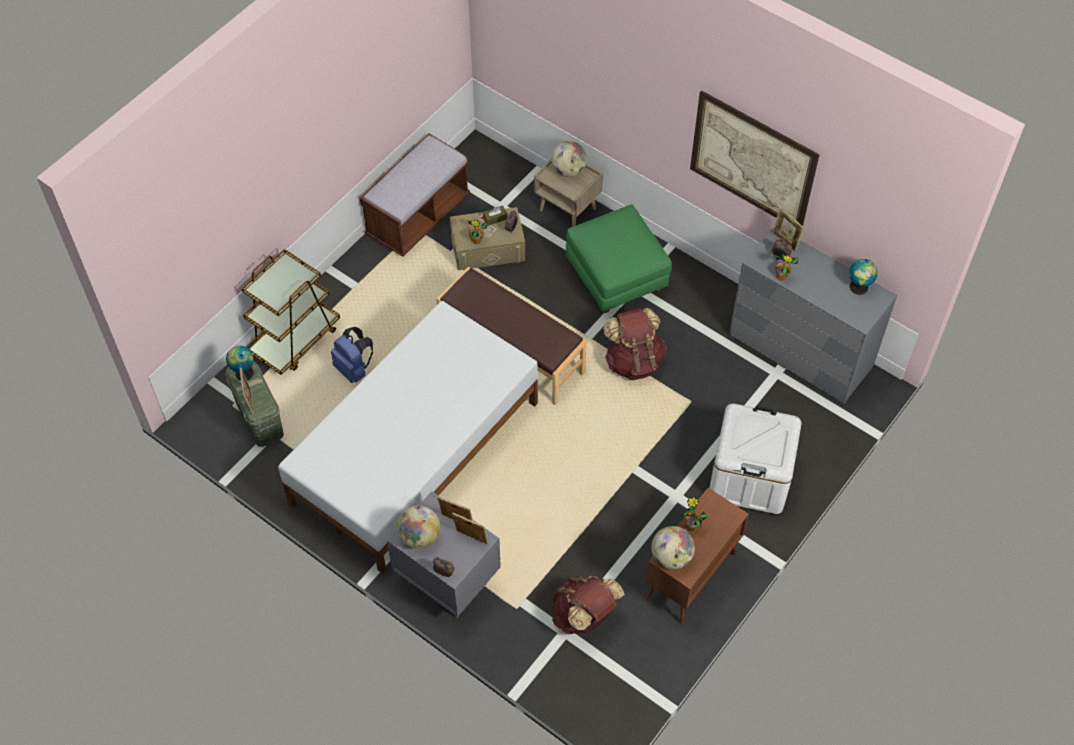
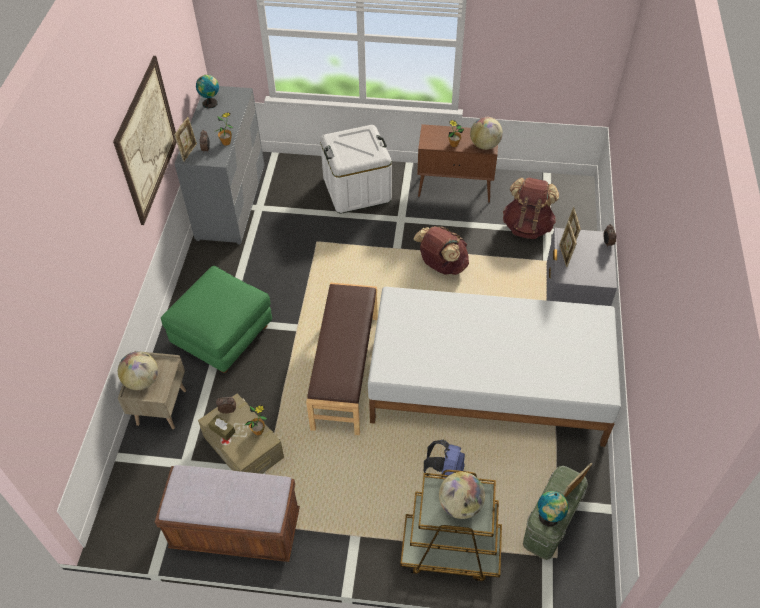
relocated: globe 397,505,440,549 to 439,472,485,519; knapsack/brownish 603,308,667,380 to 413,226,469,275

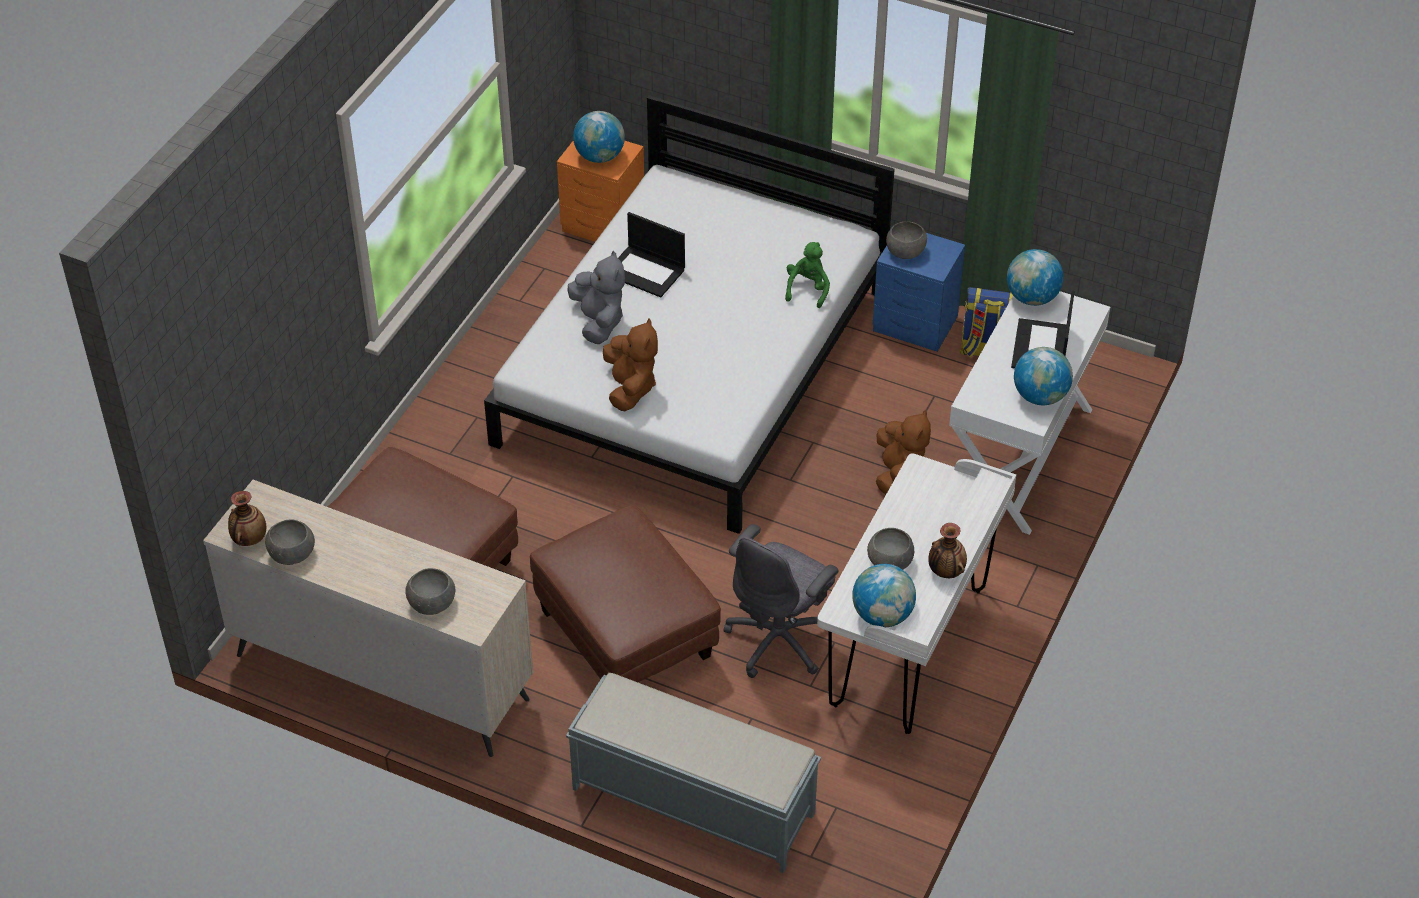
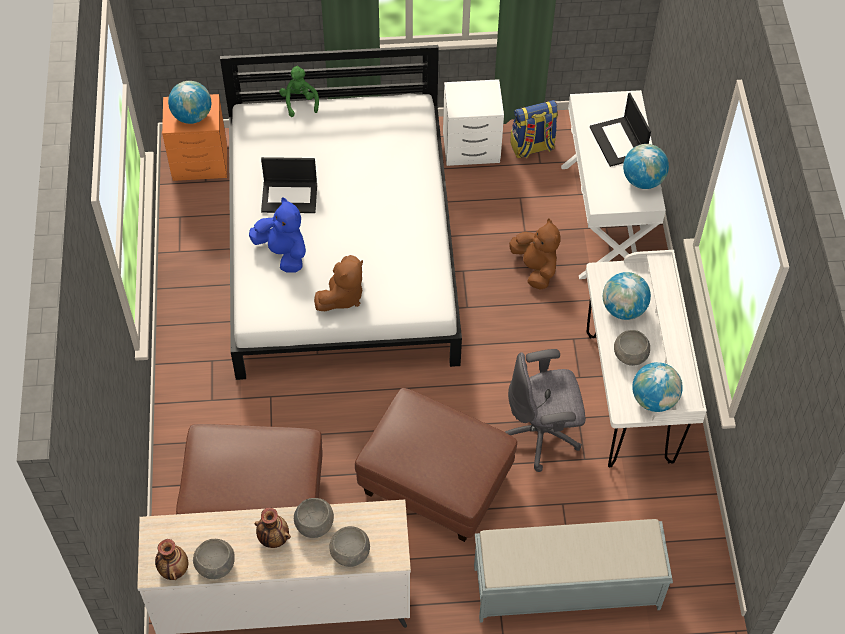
relocated: plush toy/green-coloured 785,242,830,308 to 279,65,319,117; serving bowl/gray 886,221,927,259 to 294,498,334,538; vase 928,523,967,578 to 255,508,291,548; globe 1007,249,1064,306 to 603,272,651,320
colour: plush toy/gray 568,251,625,344 to plush toy/bluish 249,197,306,273; nightstand/bluish 873,233,965,352 to nightstand/whitish 443,79,504,166
spun: plush toy/brownish 603,319,658,411 = 314,255,363,311 75 degrees clockwise; computer chair/gray 723,524,838,678 = 505,349,586,472 75 degrees clockwise

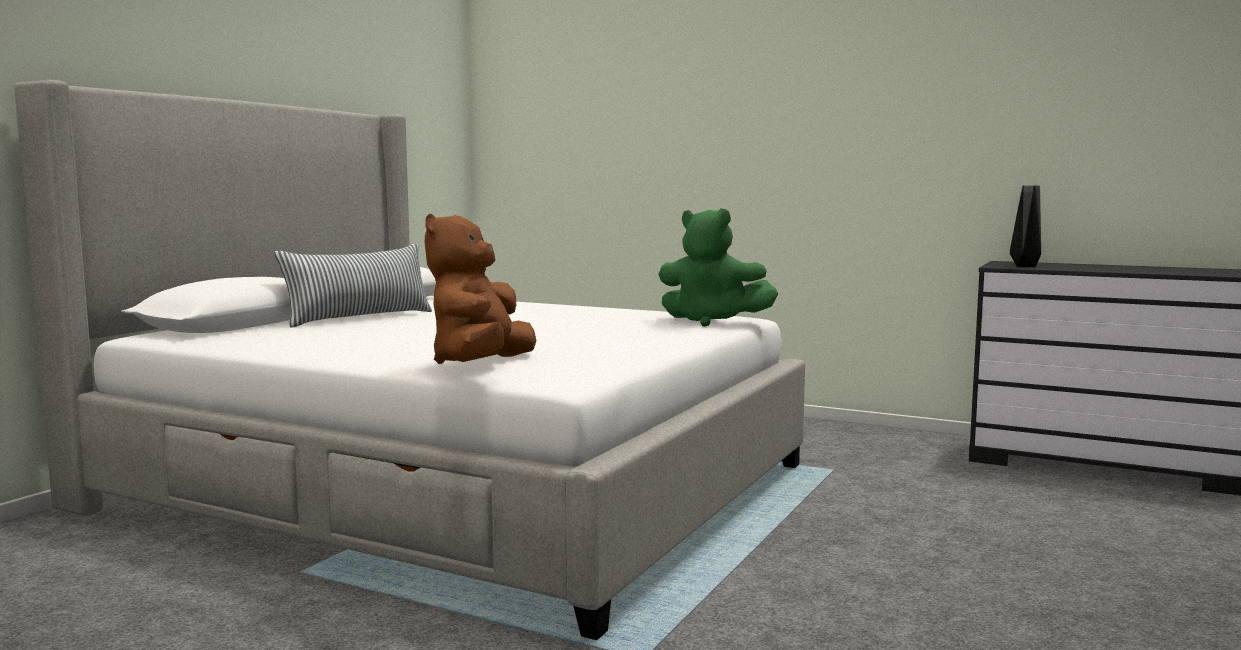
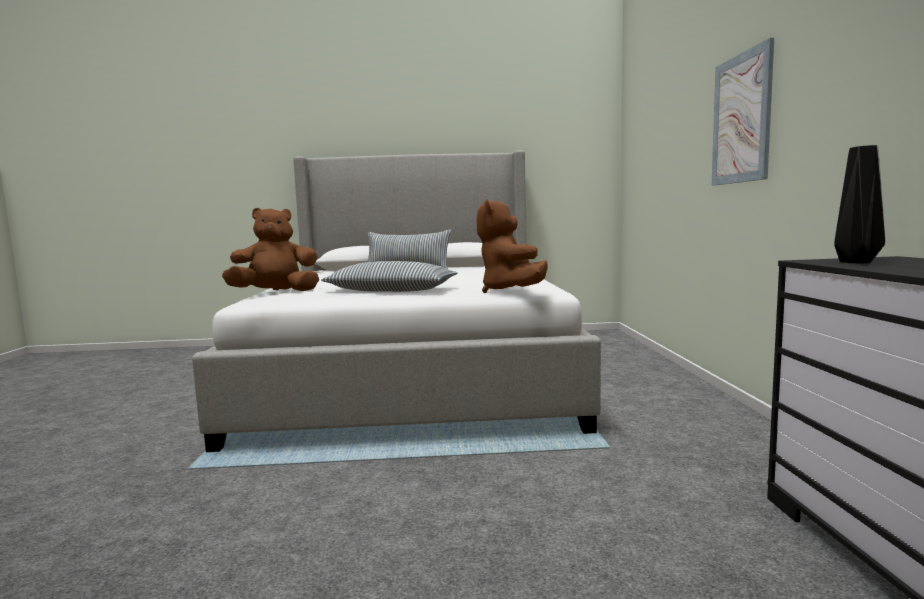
appeared: pillow 321,261,458,292; wall art 712,38,774,186
colour: plush toy/green-coloured 658,208,778,326 to plush toy/brownish 477,199,548,293

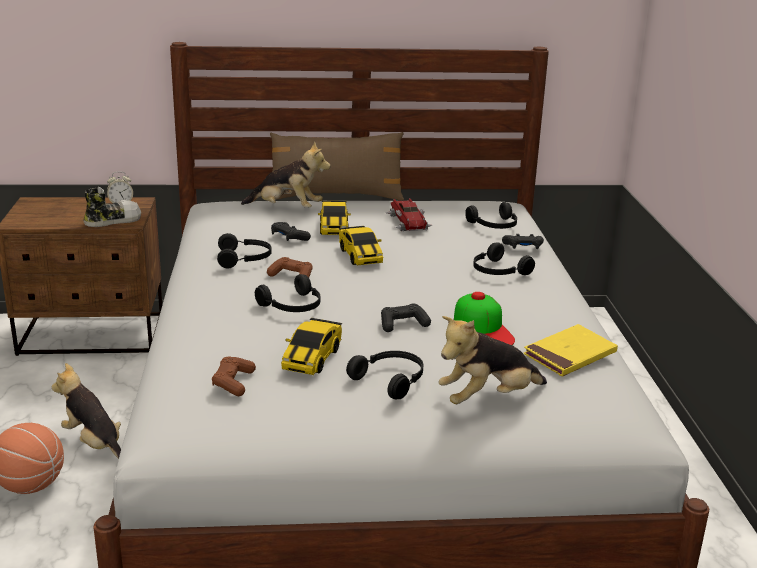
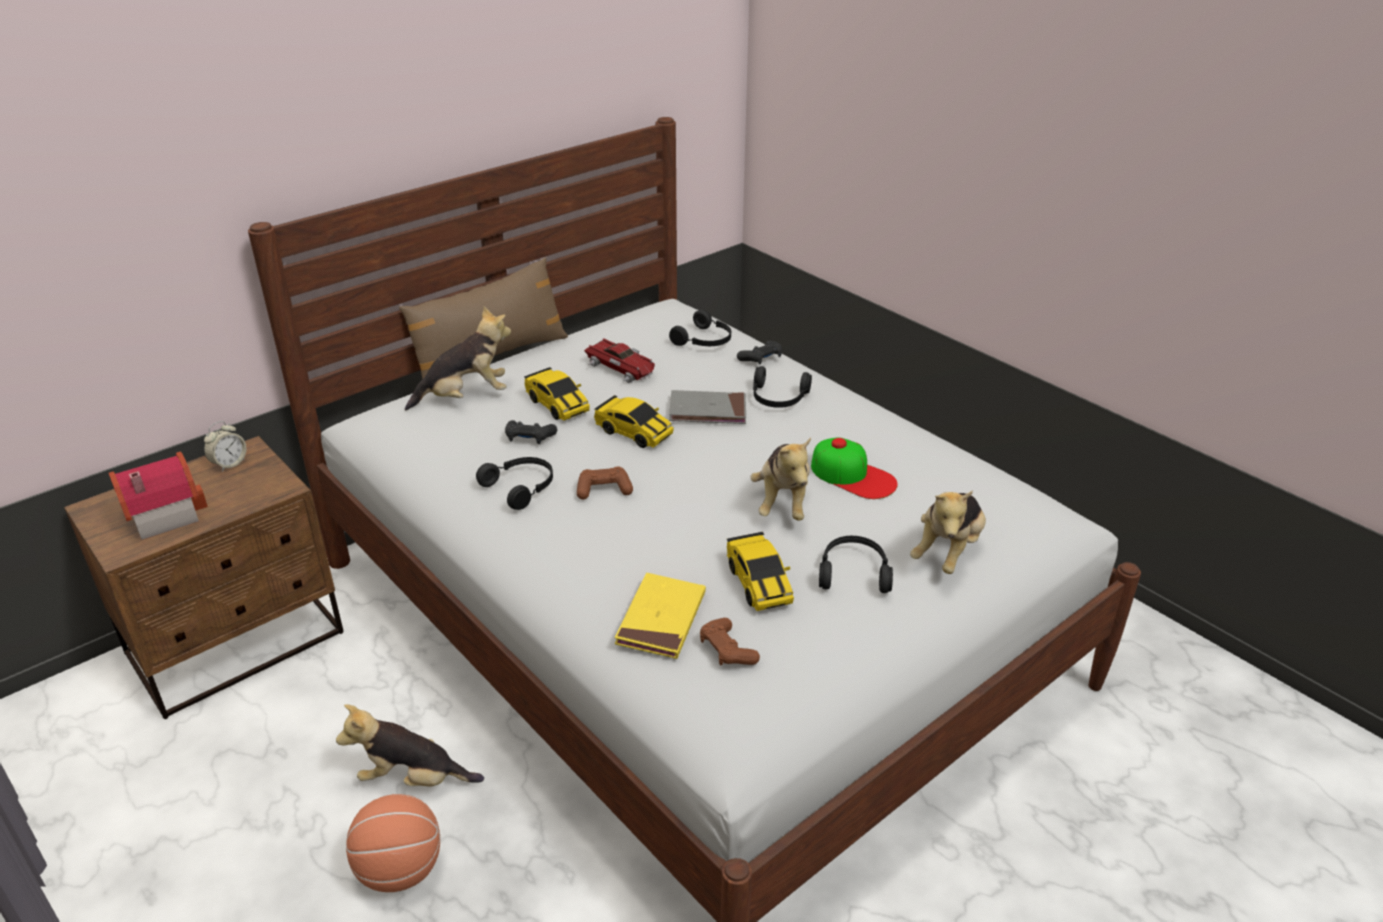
missing: shoe 83,187,141,227; pair of headphones/black 255,274,320,312
appeared: miniature house 109,451,208,540; book/gray 669,390,746,424
relocated: book/yellow-coloured 523,324,618,376 to 615,573,706,659
exchanged: gamepad/black 381,303,431,332 to plush toy 750,438,811,521

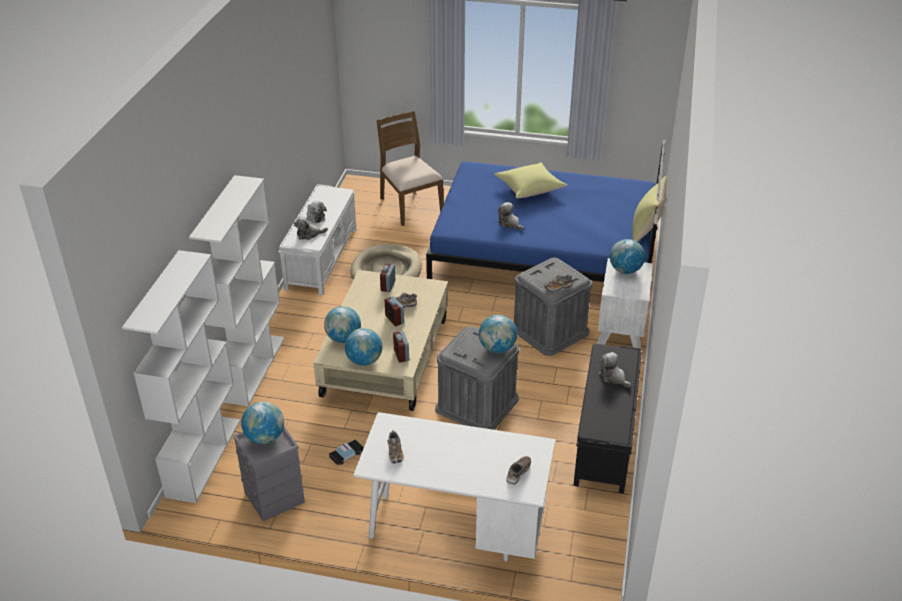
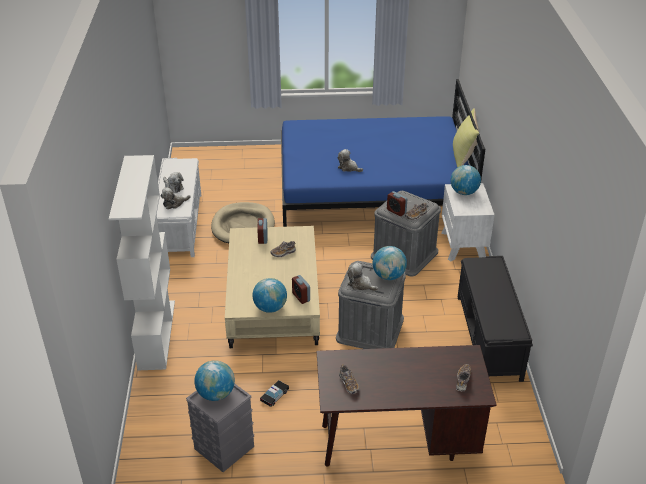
missing: bookshelf/whitish 122,250,240,503; globe 324,306,361,343; plain chair/brownish 377,111,444,226; pillow/yellow-coloured 494,162,567,198
relocated: alarm clock 385,296,404,326 to 387,191,407,216; plush toy 599,352,631,387 to 347,263,378,291
colour: desk/whitish 353,412,556,562 to desk/brownish 317,345,496,467

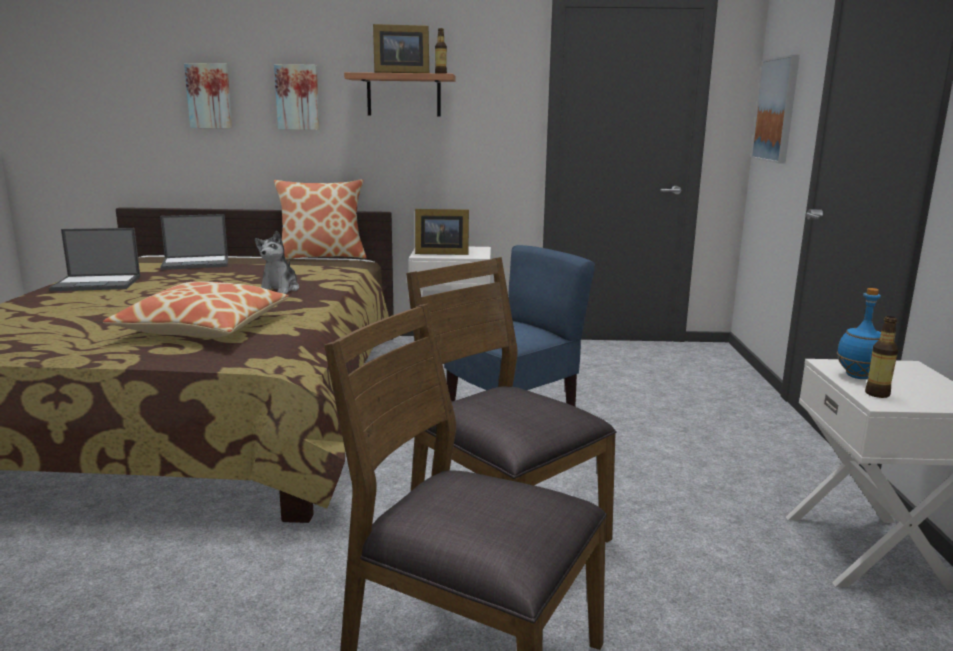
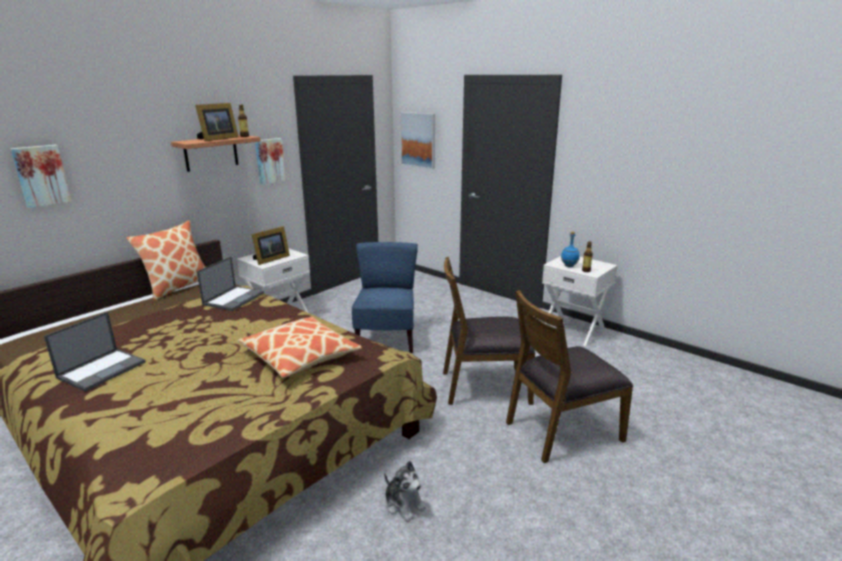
relocated: portable computer 160,214,228,270 to 197,257,264,311; plush toy 255,231,299,294 to 384,461,426,522; wall art 274,64,320,130 to 255,138,286,185

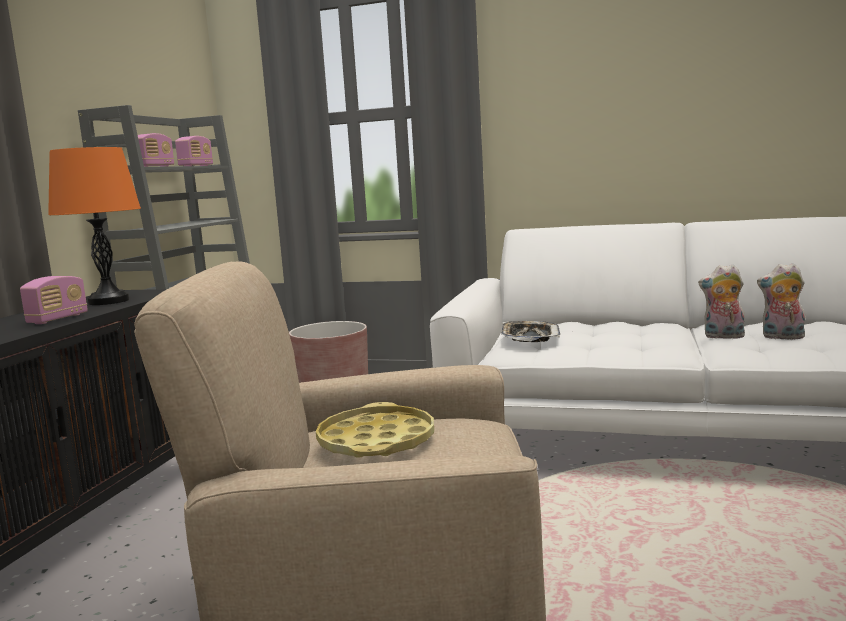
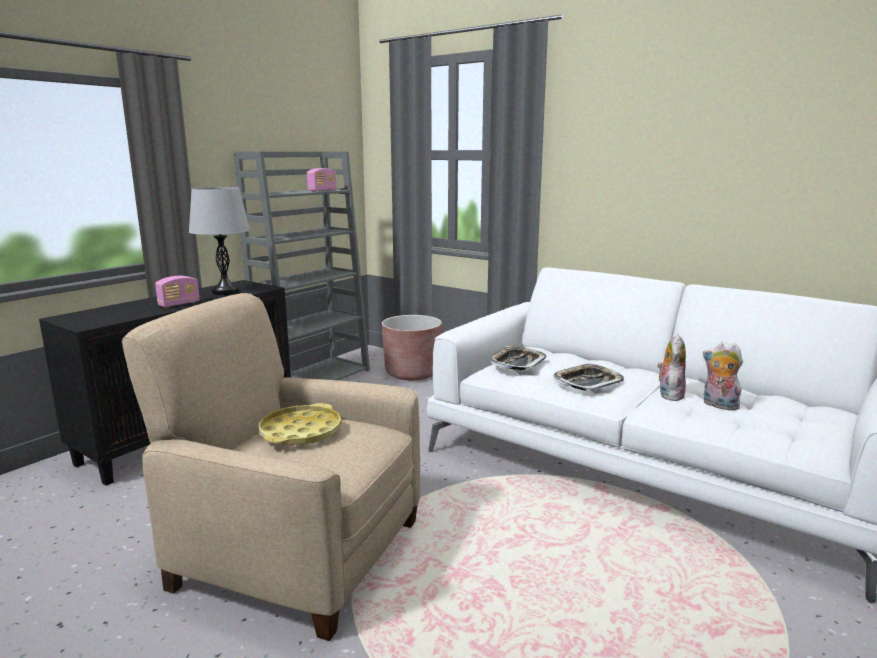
missing: radio set 138,133,174,167
appeared: tray 553,363,624,391
colour: tabletop lamp/orange-coloured 48,147,141,305 to tabletop lamp/gray 189,187,250,295
spun: plush toy 698,264,745,339 = 657,333,686,401 75 degrees clockwise

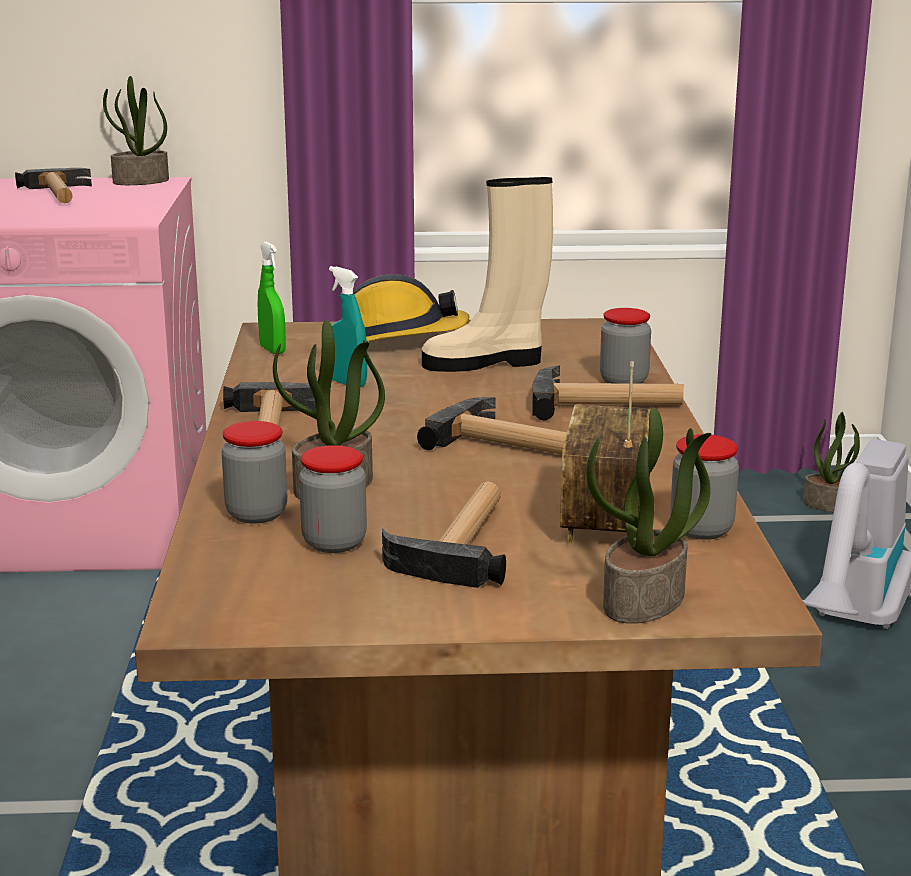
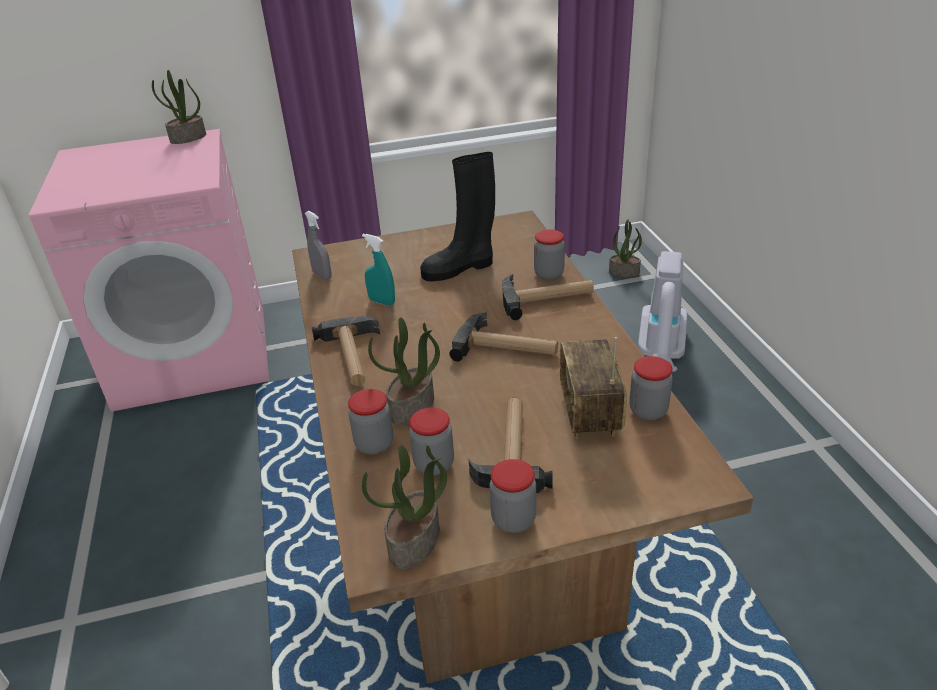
missing: hammer 15,168,92,203; safety helmet 341,274,469,342
appeared: jar 490,459,536,533
relocated: potted plant 586,407,711,624 to 362,445,447,569
colour: spray bottle/green-coloured 258,242,286,354 to spray bottle/gray 305,211,332,280; high-top boot/sand-coloured 422,177,553,372 to high-top boot/black 420,152,495,281

